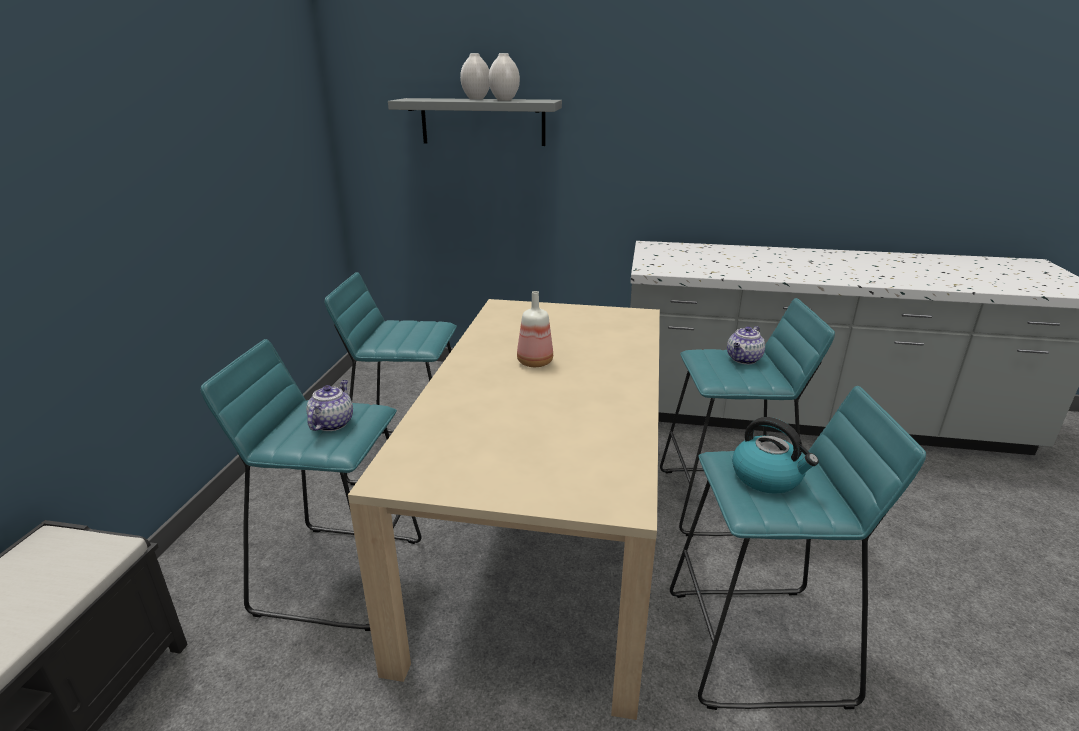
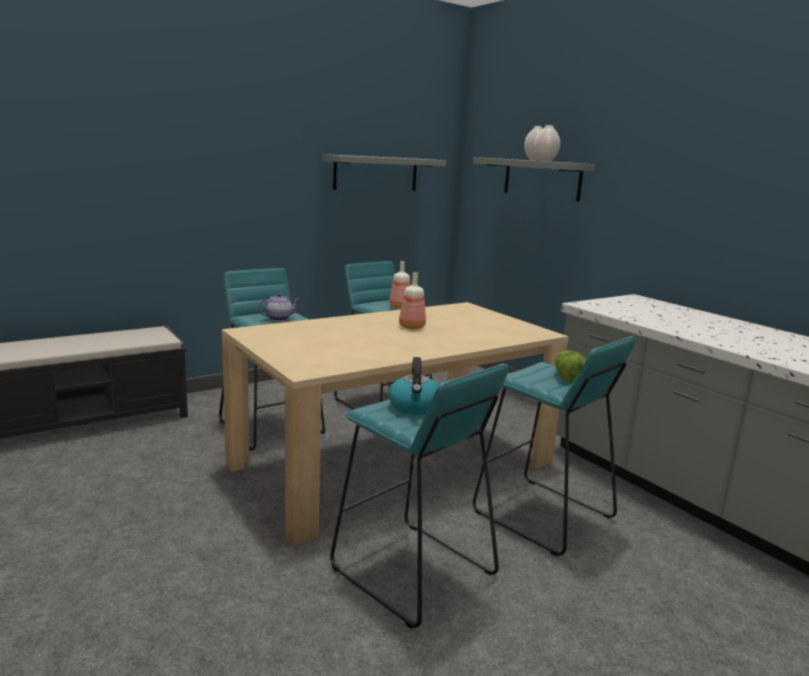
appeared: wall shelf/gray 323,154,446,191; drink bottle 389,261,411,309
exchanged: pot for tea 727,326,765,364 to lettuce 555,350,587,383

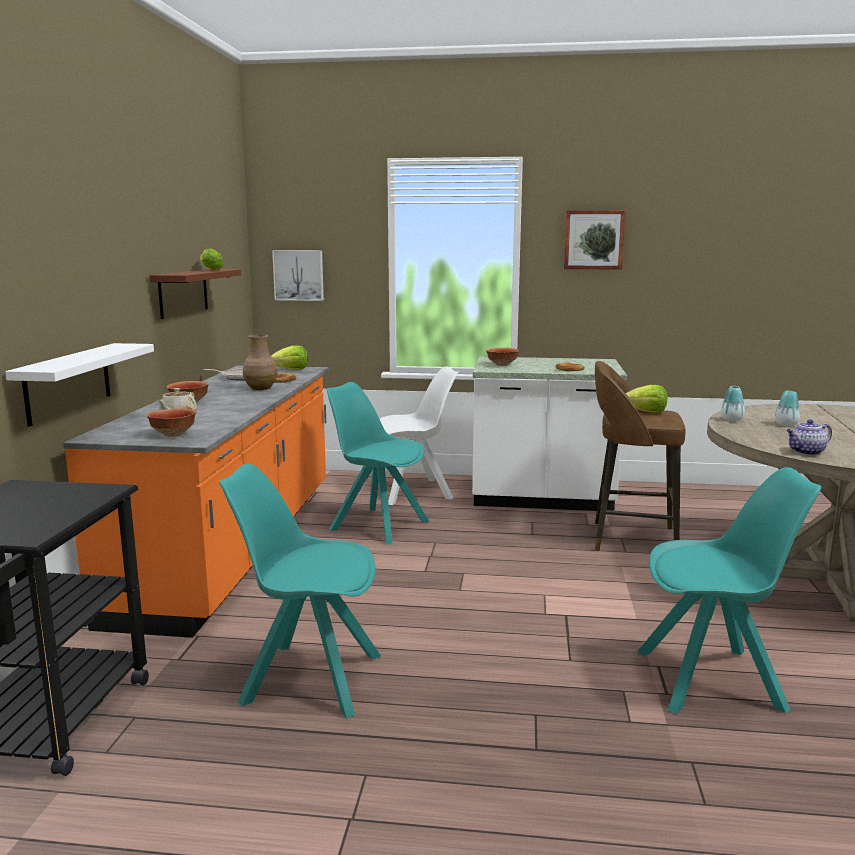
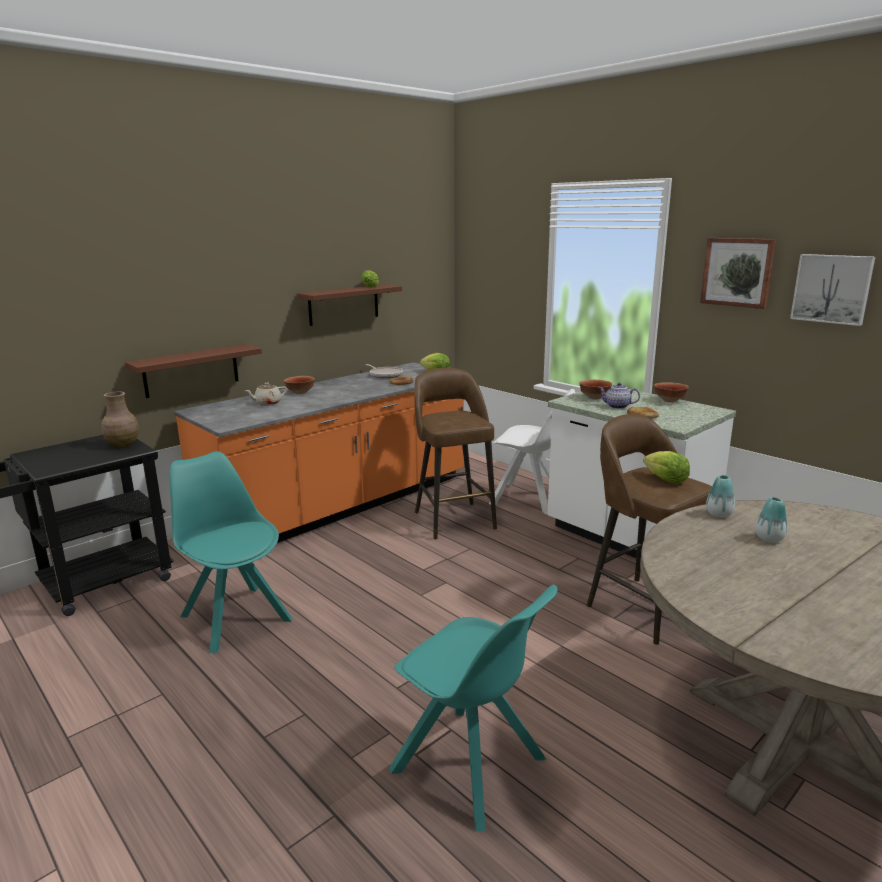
relocated: serving bowl 147,408,196,437 to 654,382,689,403; vase/brownish 243,335,277,390 to 102,392,139,448; wall art 272,250,324,301 to 790,254,875,326; pot for tea 786,419,832,455 to 598,383,640,409
exchanged: plain chair/turquoise-coloured 327,382,430,545 to sitting stool/brownish 415,368,497,540
colour: wall shelf/whitish 5,343,154,427 to wall shelf/brownish 125,344,262,398

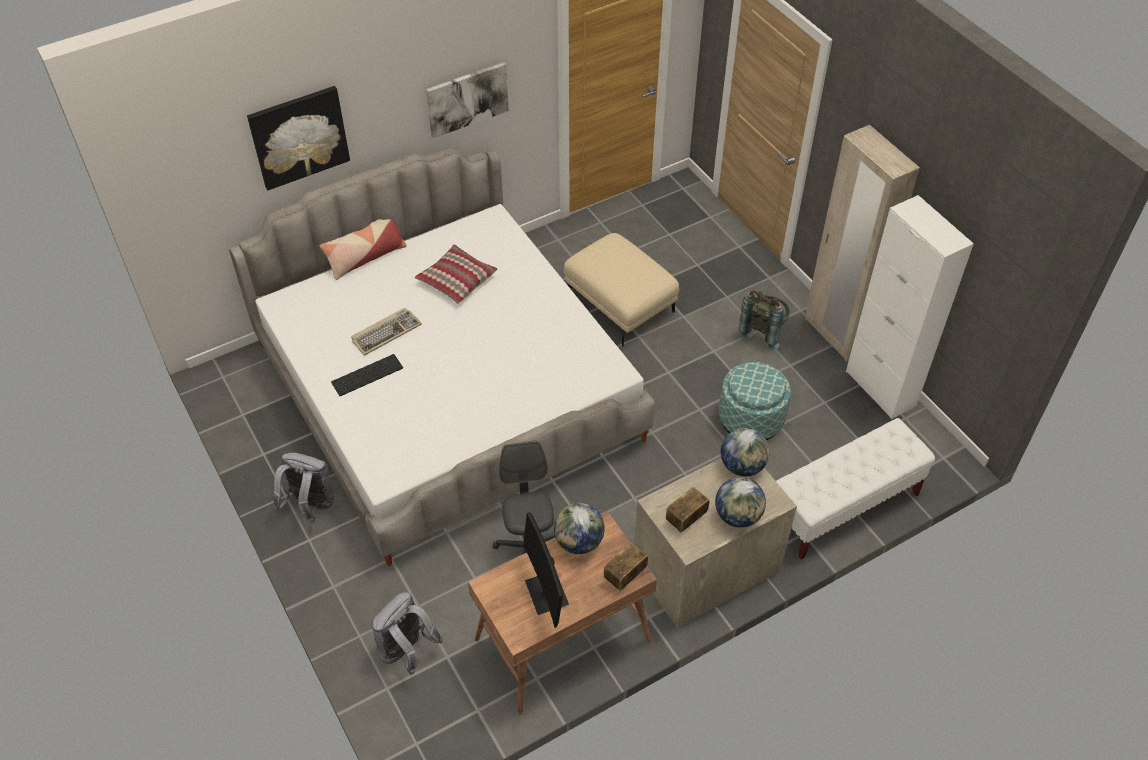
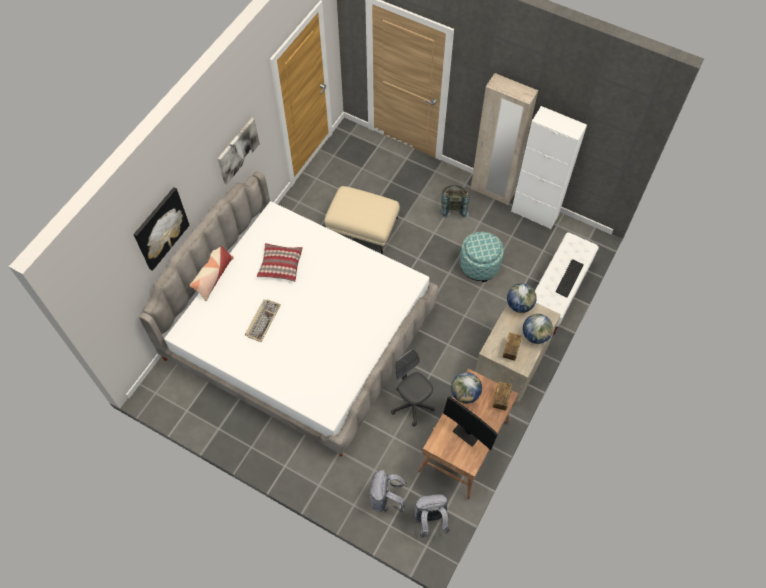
relocated: knapsack/gray 273,453,334,523 to 414,494,450,539; computer keyboard 331,354,403,396 to 556,259,584,297

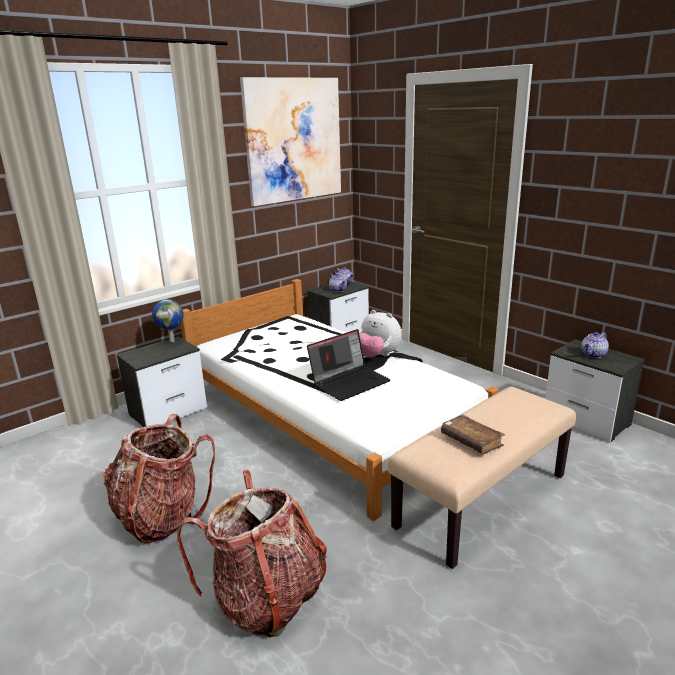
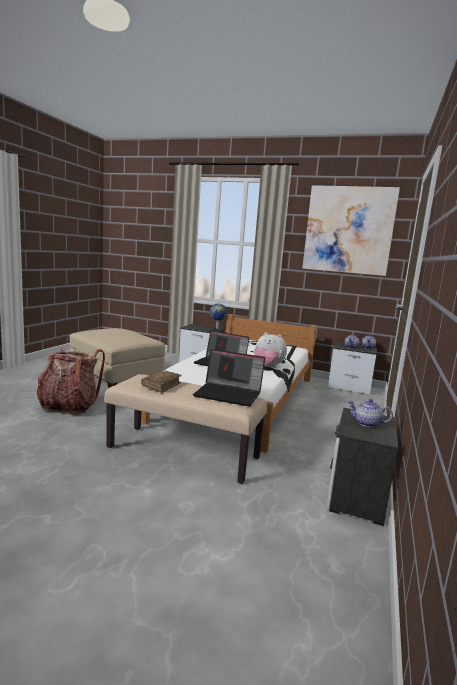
appeared: portable computer 193,349,265,407
exchanged: knapsack 103,414,215,545 to pouffe/sand-coloured 69,328,165,389
spun: plush toy 359,310,402,358 = 254,332,287,368 75 degrees counterclockwise

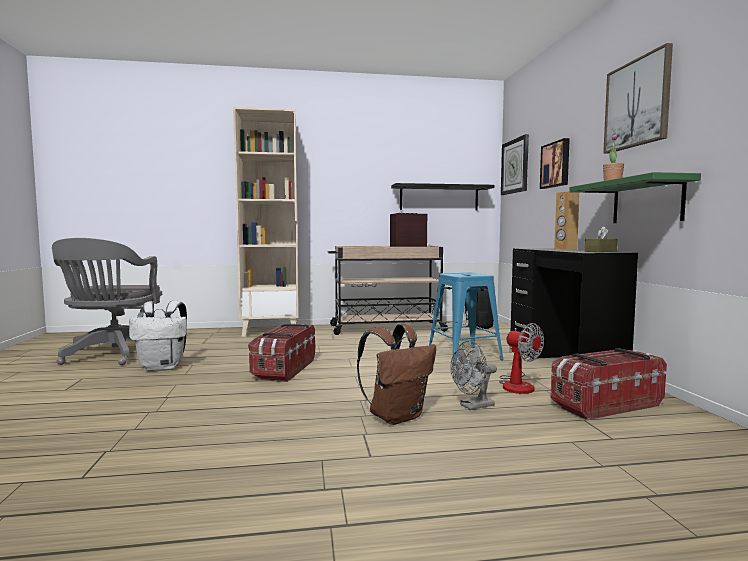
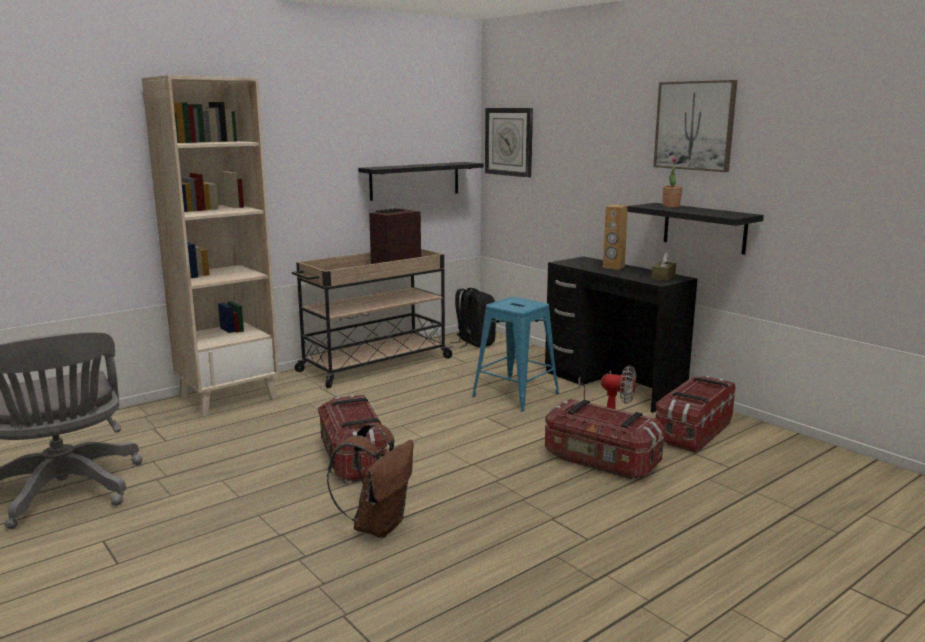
missing: knapsack/whitish 129,301,187,371; wall art 540,138,570,189
relocated: knapsack/brownish 357,324,436,425 to 327,422,414,538
exchanged: fan/gray 450,341,497,410 to storage bin 545,399,665,479
colour: wall shelf/green-coloured 569,172,701,223 to wall shelf/black 627,203,764,255

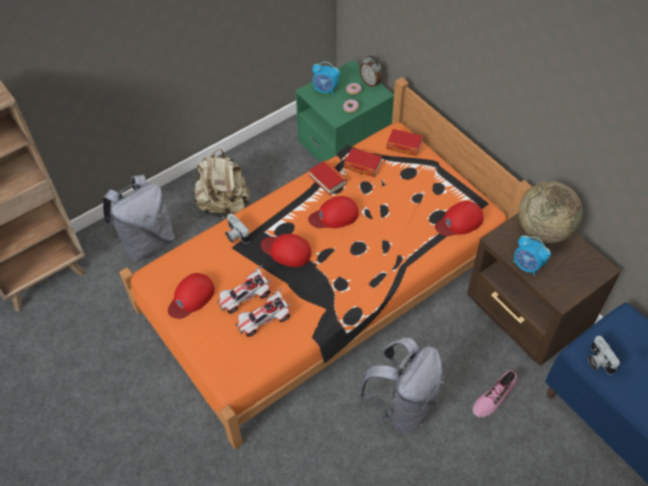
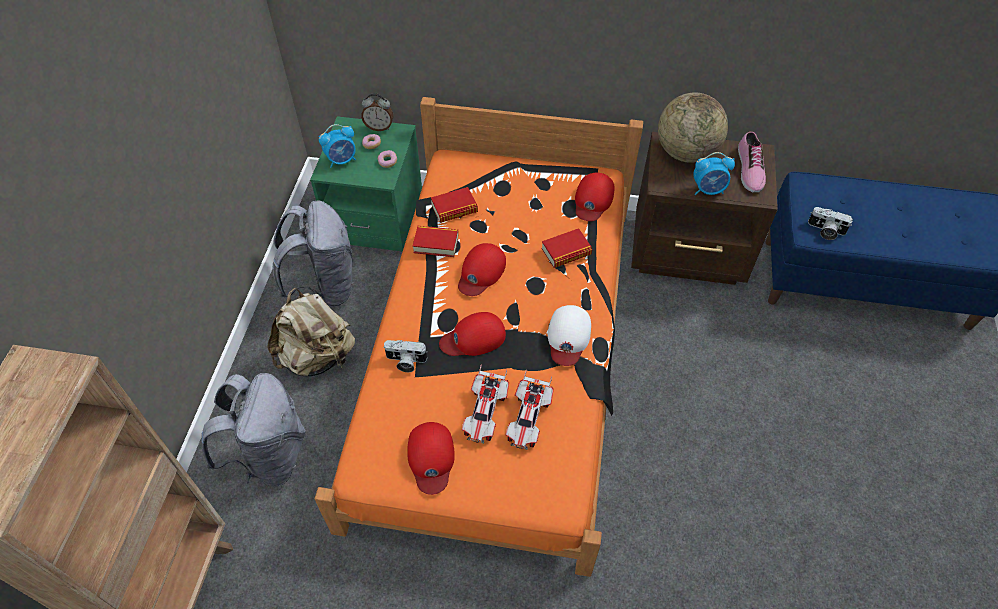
appeared: baseball cap/whitish 548,305,591,366
relocated: knapsack/gray 358,338,444,434 to 272,200,354,307; book 386,129,423,156 to 542,228,592,268; shoe 472,370,517,418 to 738,131,766,193

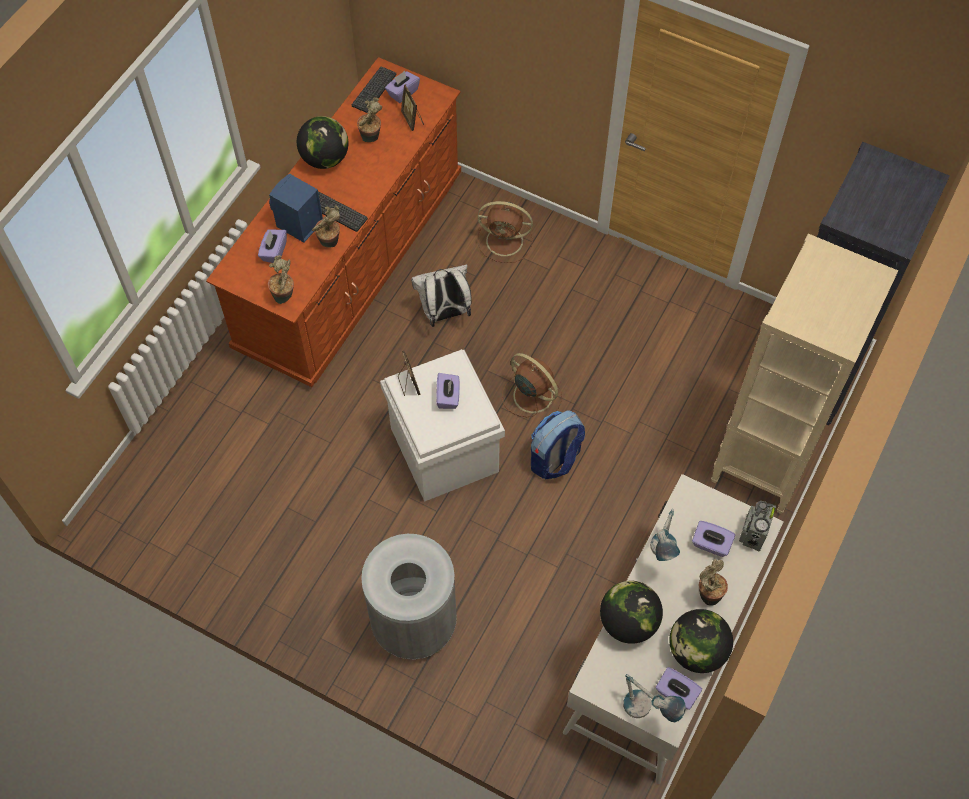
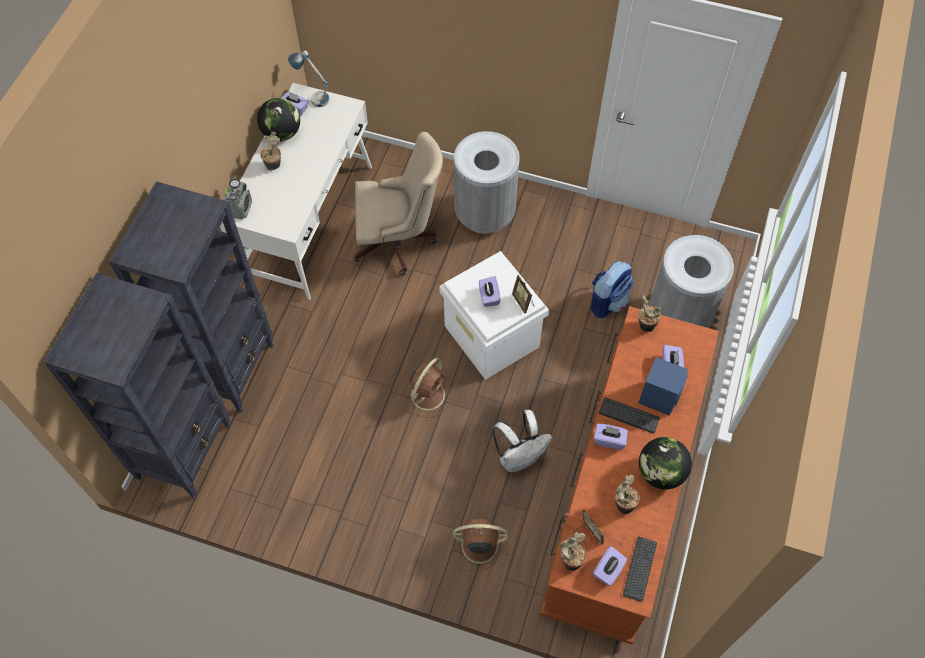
missing: globe 600,581,663,644; tabletop lamp 650,509,680,561
appeared: computer chair/sand-coloured 354,132,443,276; trash can/gray 650,235,734,328
relocated: potted plant 312,205,340,248 to 560,532,587,571; knapsack 531,411,585,479 to 590,261,634,318; tissue box/purple 692,521,735,557 to 594,424,628,450
colour: bookshelf/sand-coloured 711,234,898,514 to bookshelf/black 109,181,274,413
spun: fan/brownish 502,353,562,417 = 405,357,453,418 90 degrees counterclockwise

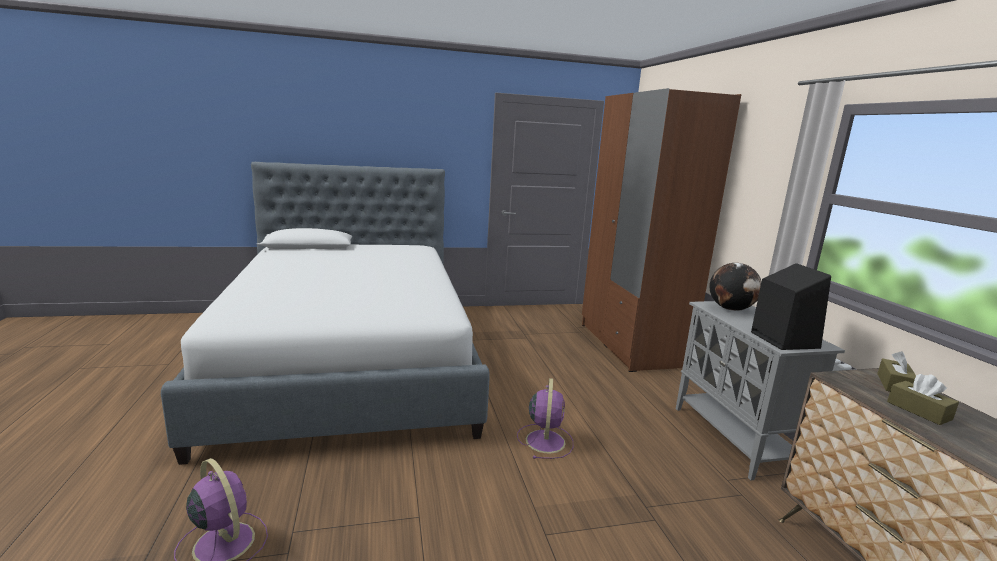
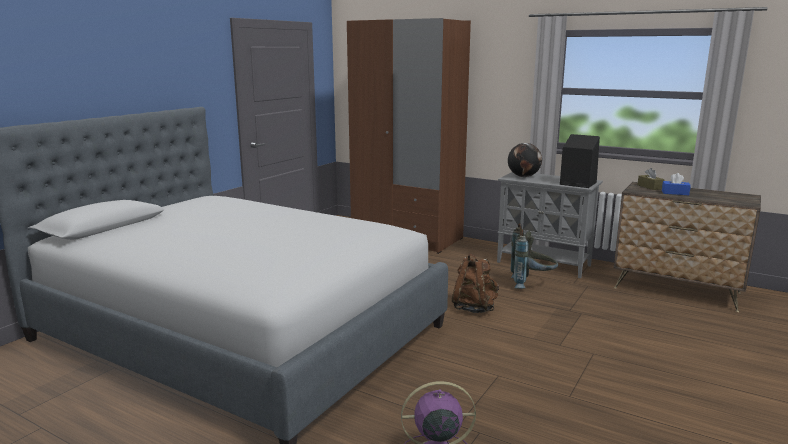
appeared: knapsack/gray 510,223,558,289
exchanged: fan/purple 517,378,573,459 to knapsack/brownish 452,254,499,313
colour: tissue box/brownish 887,374,959,425 to tissue box/bluish 662,173,691,195

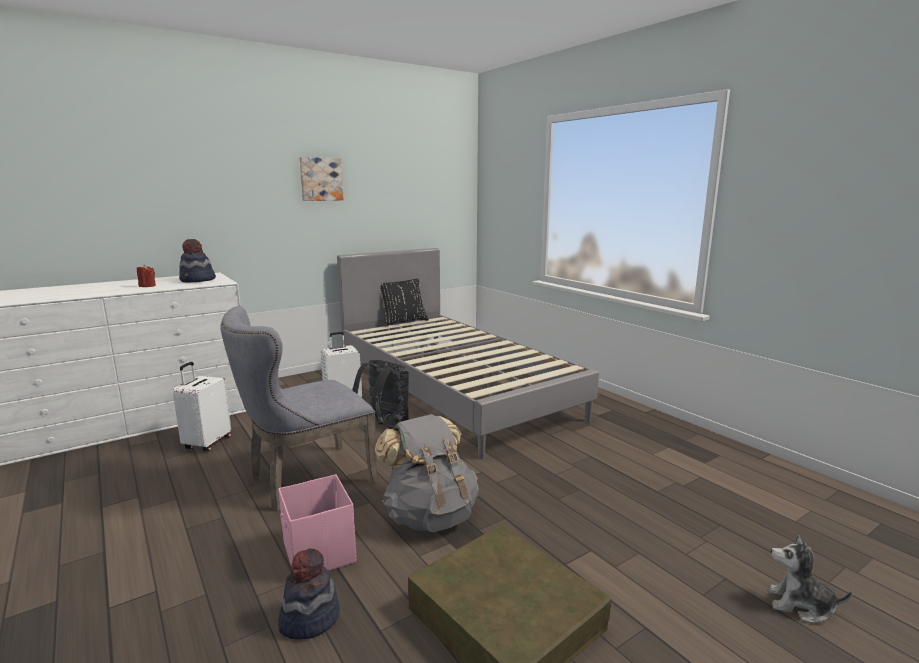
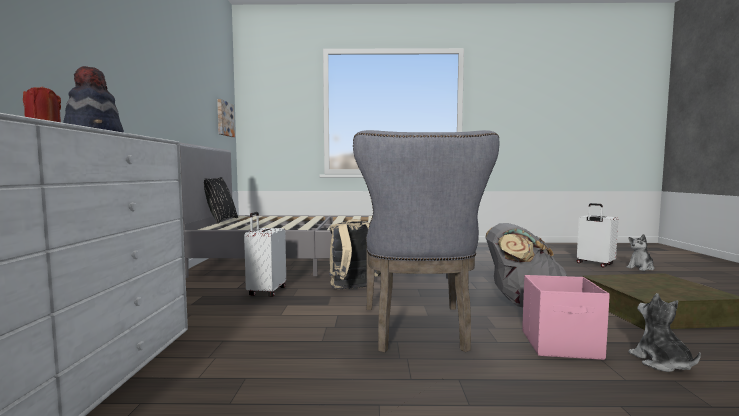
relocated: travel case/whitish 173,362,231,451 to 577,203,618,267; wall art 300,157,344,201 to 217,99,235,137
exchanged: clothing hat 278,548,340,640 to plush toy 629,293,701,372
colour: knapsack/black 352,360,409,429 to knapsack/sand-coloured 329,219,381,289

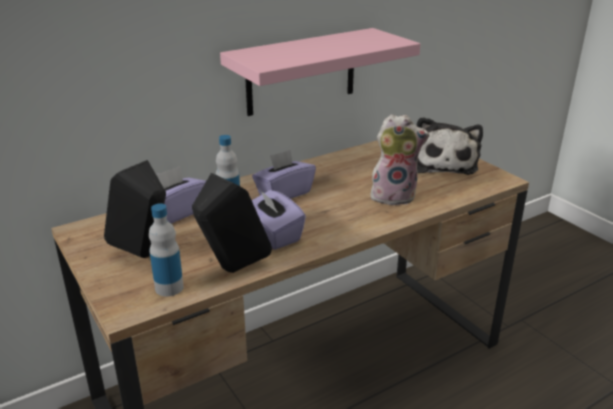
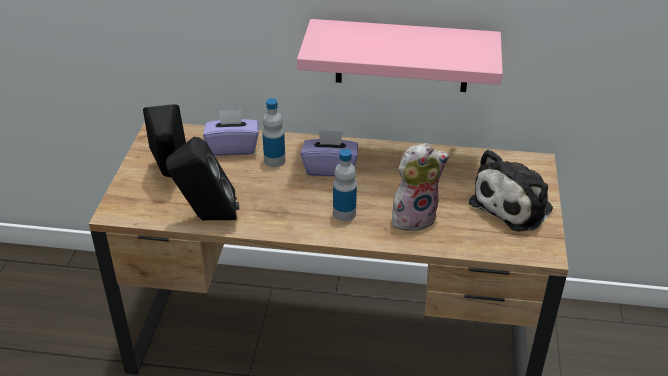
missing: tissue box/purple 252,190,306,250
relocated: drink bottle 149,203,184,297 to 333,149,357,221
spun: plush toy 370,114,430,206 = 392,143,449,231 60 degrees counterclockwise

